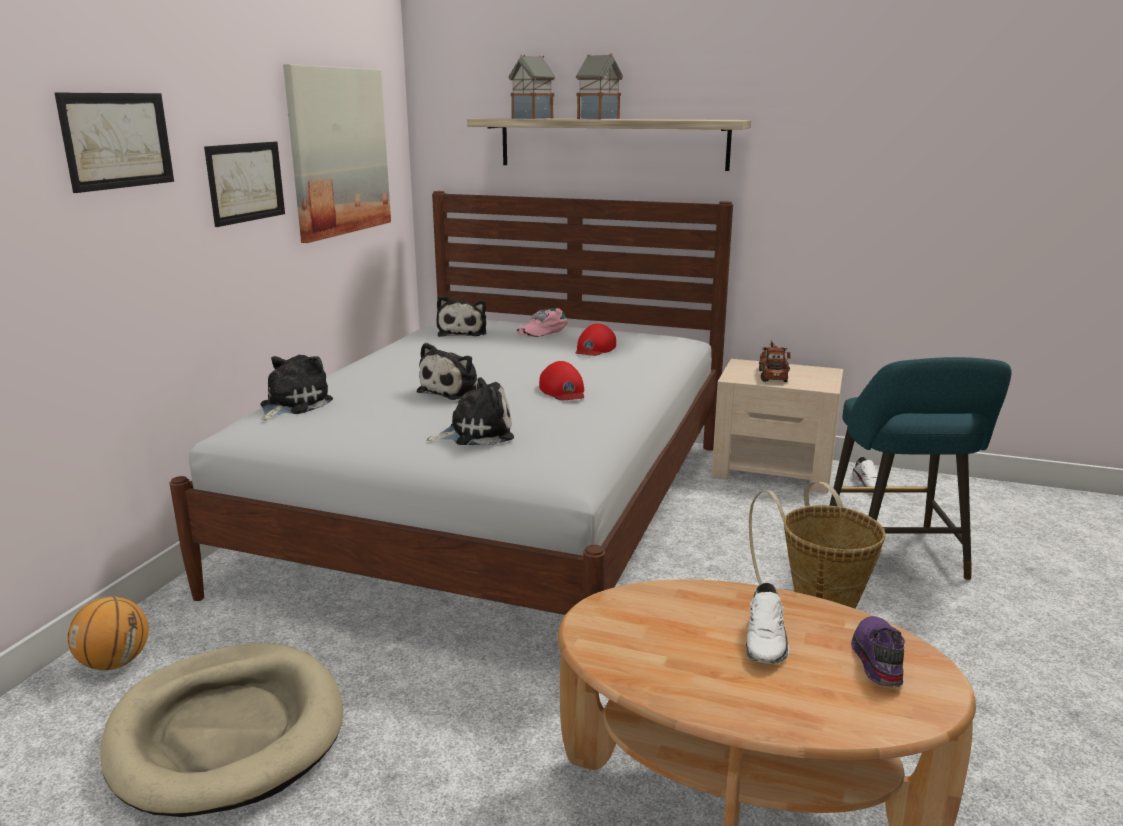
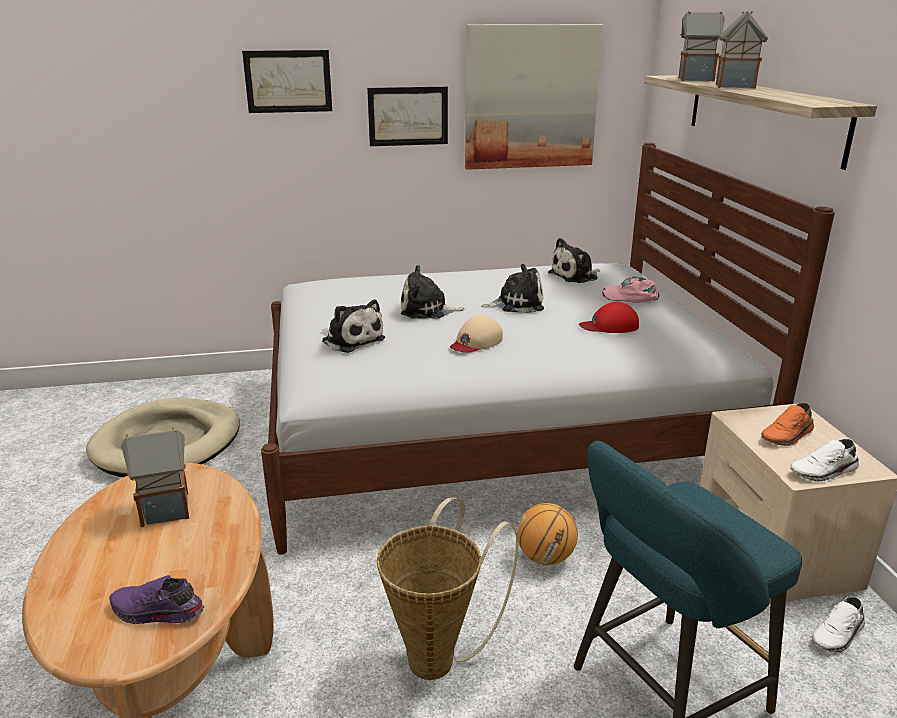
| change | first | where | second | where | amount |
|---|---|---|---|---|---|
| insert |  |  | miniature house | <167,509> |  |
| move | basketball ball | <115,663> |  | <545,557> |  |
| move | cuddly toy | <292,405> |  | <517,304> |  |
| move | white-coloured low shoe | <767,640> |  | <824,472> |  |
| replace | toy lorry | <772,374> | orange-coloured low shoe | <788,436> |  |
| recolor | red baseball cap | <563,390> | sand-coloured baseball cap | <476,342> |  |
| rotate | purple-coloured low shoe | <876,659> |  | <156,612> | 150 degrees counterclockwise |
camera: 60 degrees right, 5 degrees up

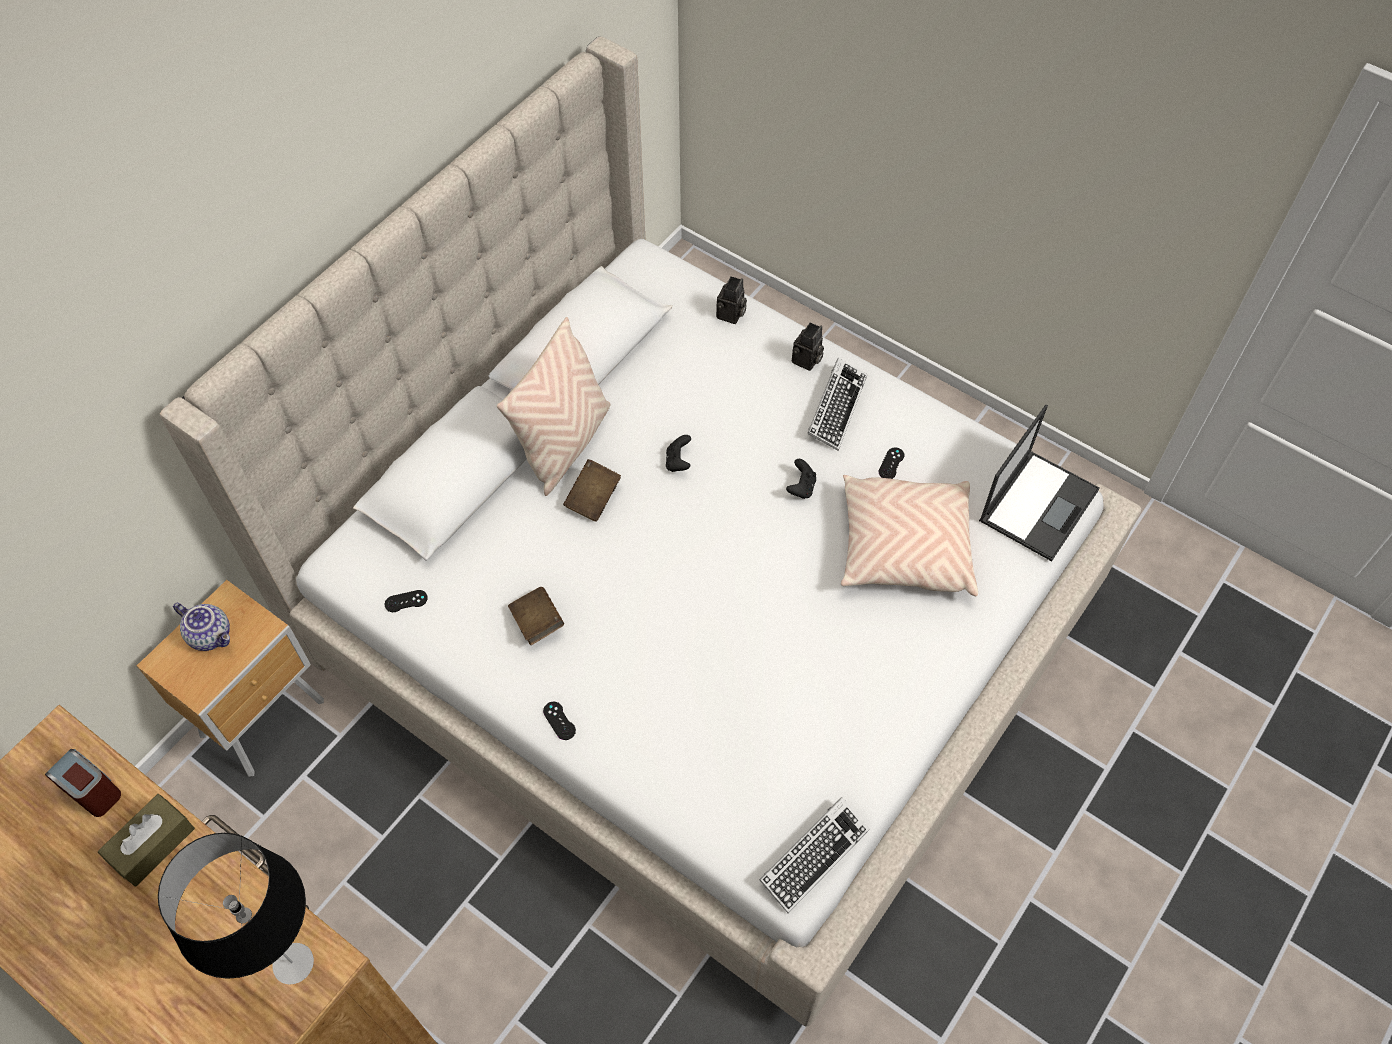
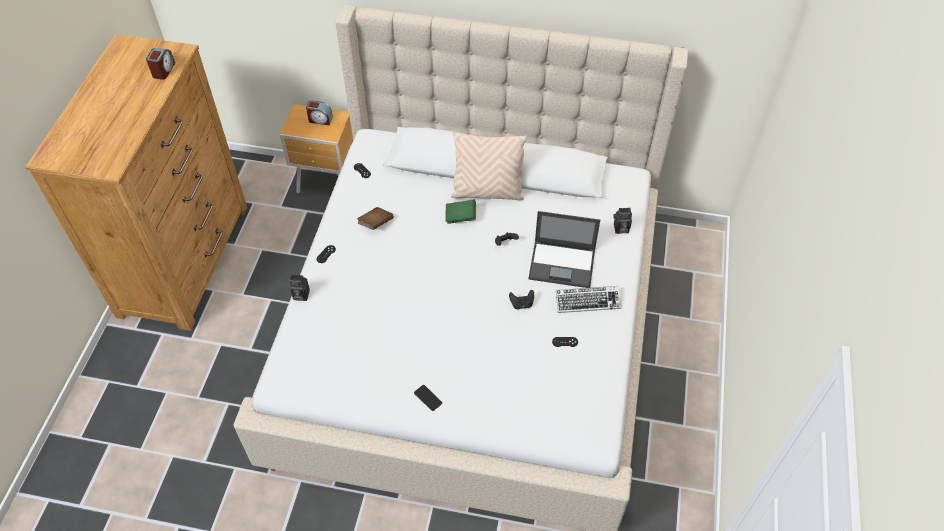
| change | first | where | second | where | amount |
|---|---|---|---|---|---|
| delete | brown box of tissues | <152,845> |  |  |  |
| delete | lamp for a table | <291,964> |  |  |  |
| delete | PC keyboard | <813,856> |  |  |  |
| delete | sand-coloured throw pillow | <904,547> |  |  |  |
| insert |  |  | phone | <428,398> |  |
| move | photo camera | <807,361> |  | <300,295> |  |
| move | laptop | <1039,504> |  | <563,264> |  |
| replace | teapot | <211,634> | table clock | <320,120> |  |
| recolor | brown bound book | <593,498> | green-coloured bound book | <460,217> |  |
camera: 65 degrees right, 5 degrees down

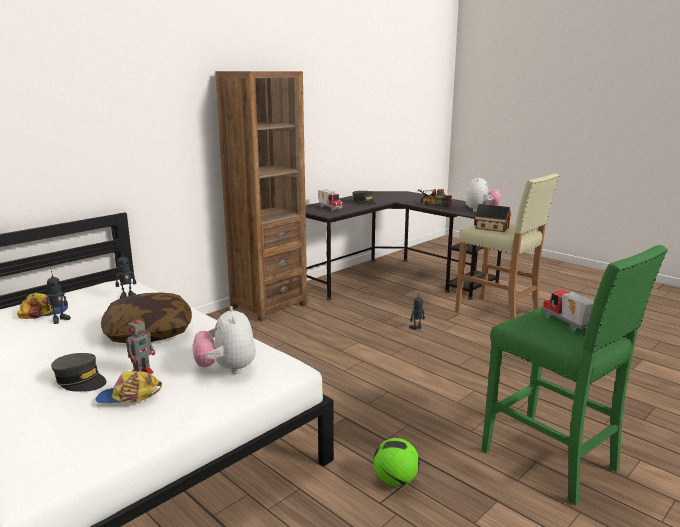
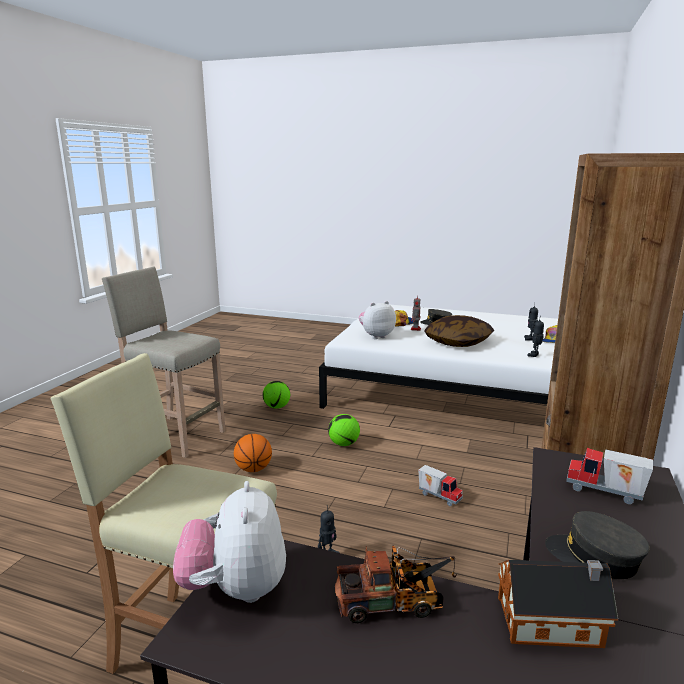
| change | first | where | second | where | amount |
|---|---|---|---|---|---|
| insert |  |  | basketball ball | <253,469> |  |
| insert |  |  | ball for football | <343,444> |  |
| move | miniature house | <490,228> |  | <553,622> |  |
| move | toy lorry | <565,323> |  | <439,496> |  |
| recolor | green-coloured stool seat | <551,461> | sand-coloured stool seat | <176,435> |  |
| rotate | cuddly toy | <227,369> |  | <376,336> | 75 degrees counterclockwise |
camera: 155 degrees right, 0 degrees up

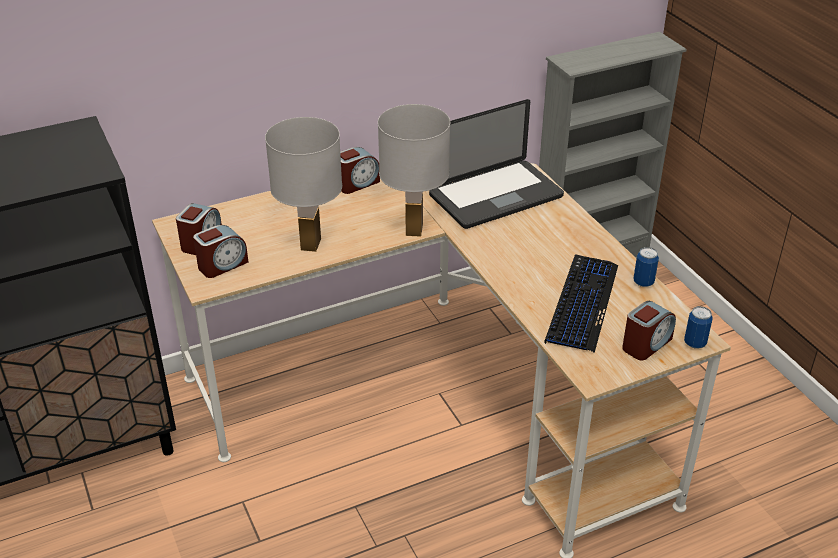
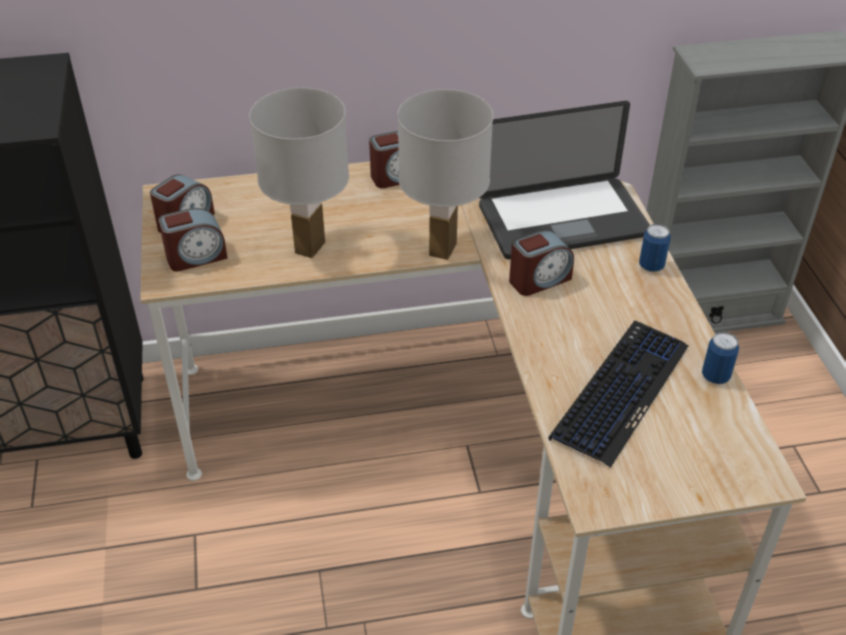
| change | first | where | second | where | amount |
|---|---|---|---|---|---|
| move | table clock | <646,344> |  | <539,280> |  |
| move | metal can | <695,343> |  | <651,266> |  |
camera: 15 degrees right, 5 degrees up

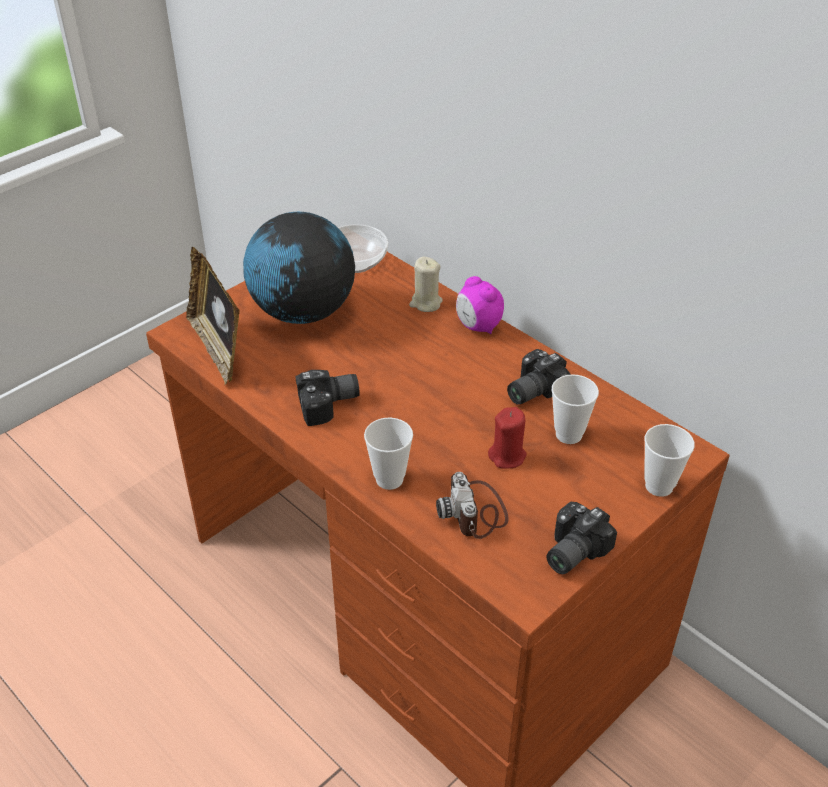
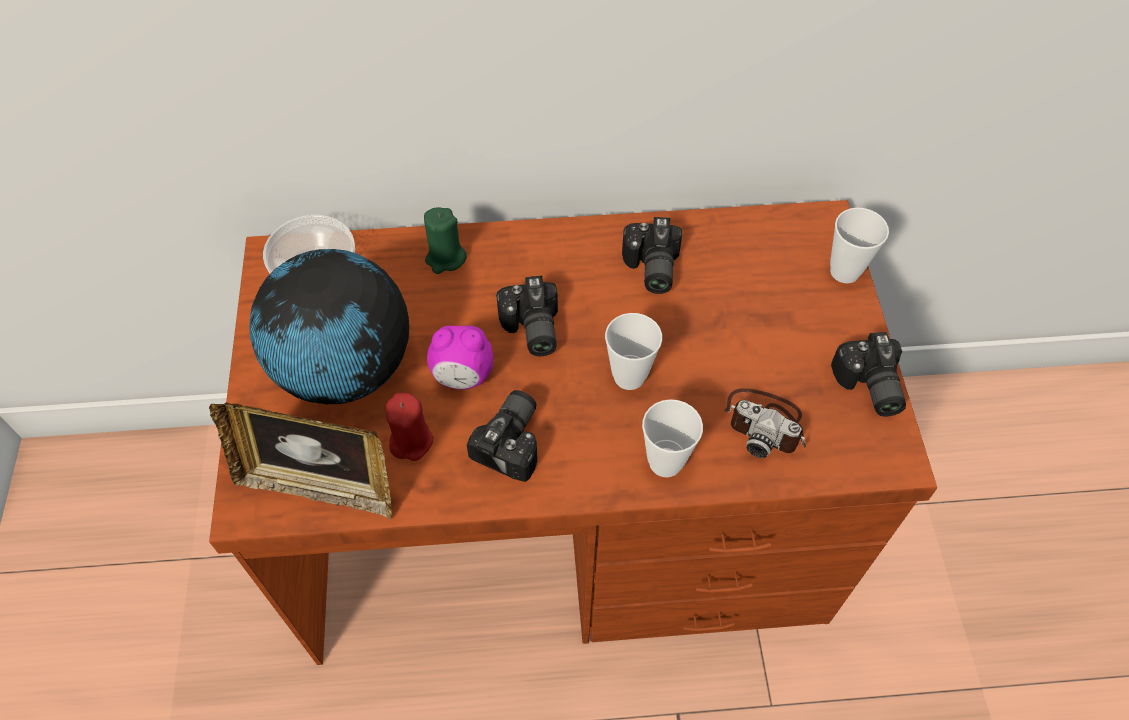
| change | first | where | second | where | amount |
|---|---|---|---|---|---|
| insert |  |  | photo camera | <530,330> |  |
| move | table clock | <478,327> |  | <463,376> |  |
| move | red wax candle | <507,456> |  | <411,441> |  |
| move | small cup | <568,434> |  | <629,376> |  |
| recolor | sand-coloured wax candle | <425,303> | green-coloured wax candle | <445,258> |  |
camera: 50 degrees left, 15 degrees up

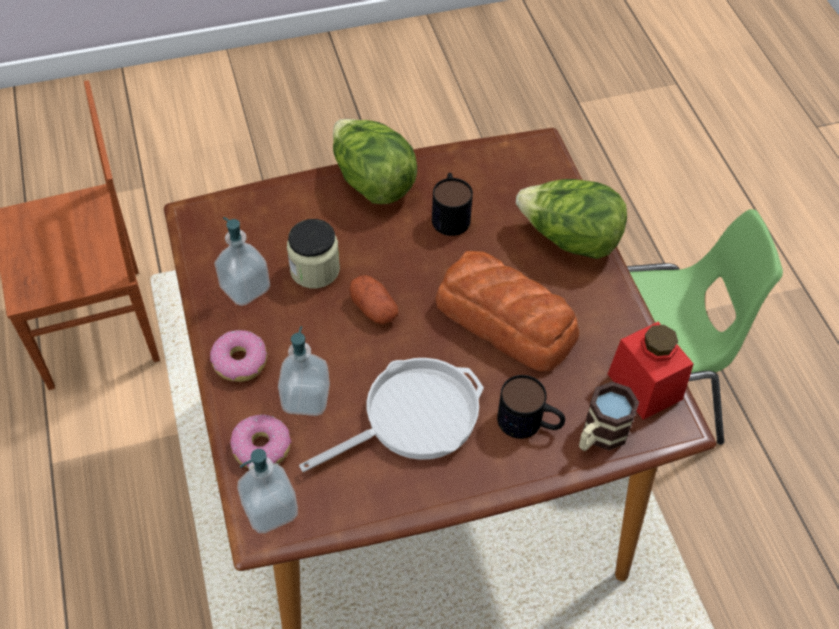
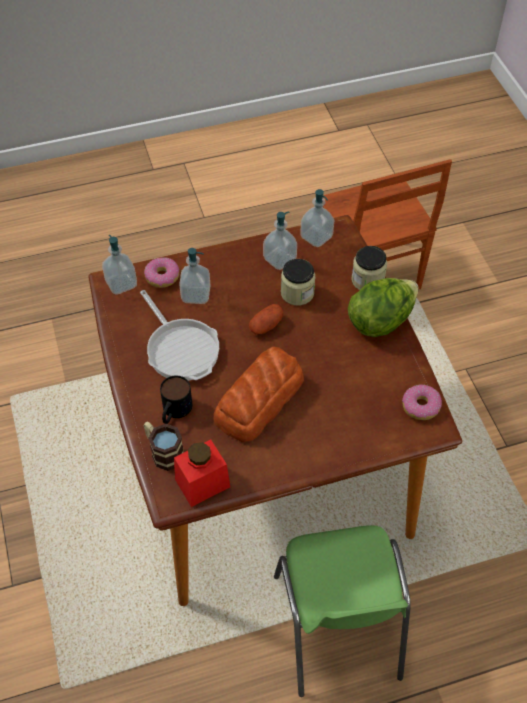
| change | first | where | second | where | amount |
|---|---|---|---|---|---|
| delete | mug | <450,213> |  |  |  |
| delete | lettuce head | <569,240> |  |  |  |
| insert |  |  | liquid soap bottle | <316,237> |  |
| insert |  |  | storage jar | <367,280> |  |
| move | ring doughnut | <239,361> |  | <420,406> |  |
camera: 90 degrees right, 0 degrees up

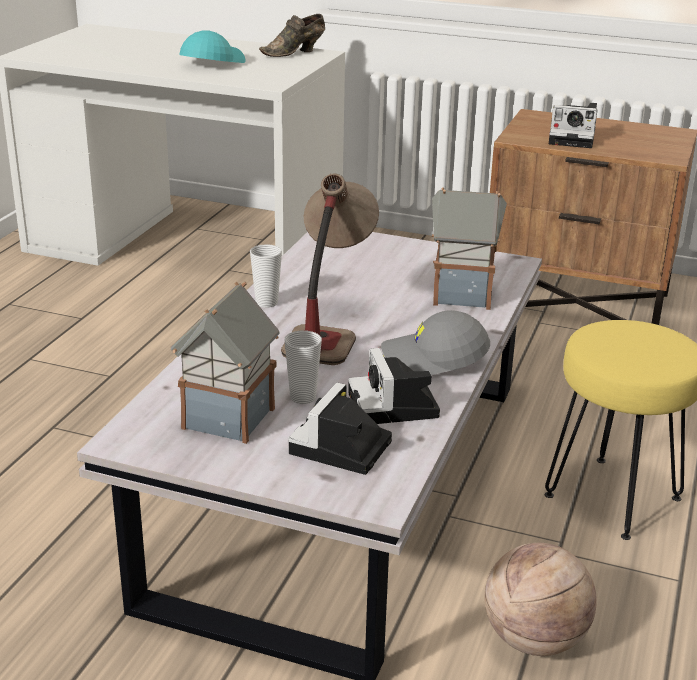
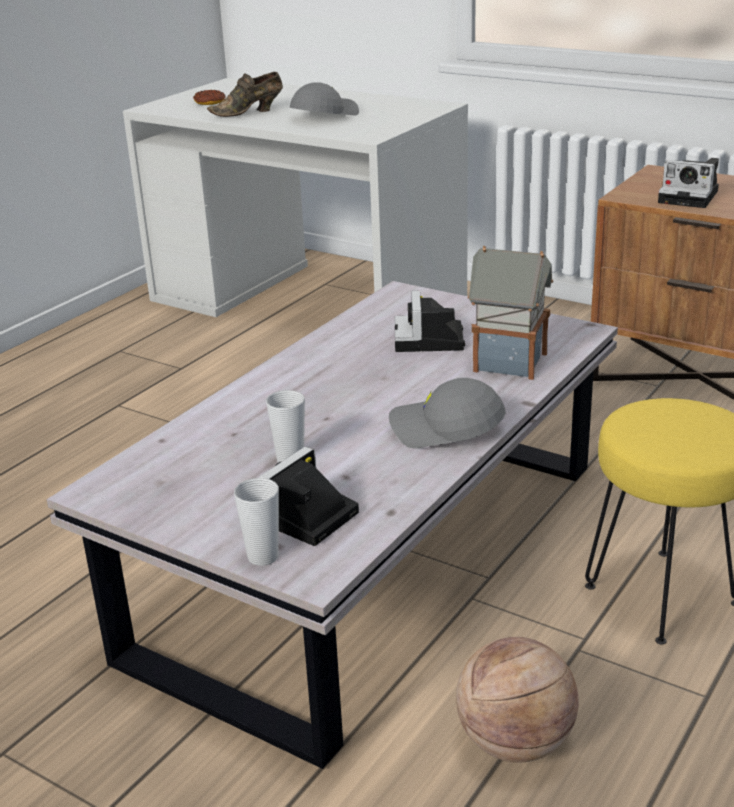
| change | first | where | second | where | amount |
|---|---|---|---|---|---|
| delete | miniature house | <228,420> |  |  |  |
| delete | lamp for a table | <328,330> |  |  |  |
| insert |  |  | ring doughnut | <209,102> |  |
| move | small cup | <266,303> |  | <263,557> |  |
| move | brown low shoe | <295,53> |  | <249,112> |  |
| move | photo camera | <395,407> |  | <430,341> |  |
| recolor | blue-green baseball cap | <211,63> | grey baseball cap | <324,115> |  |
camera: 15 degrees right, 0 degrees up

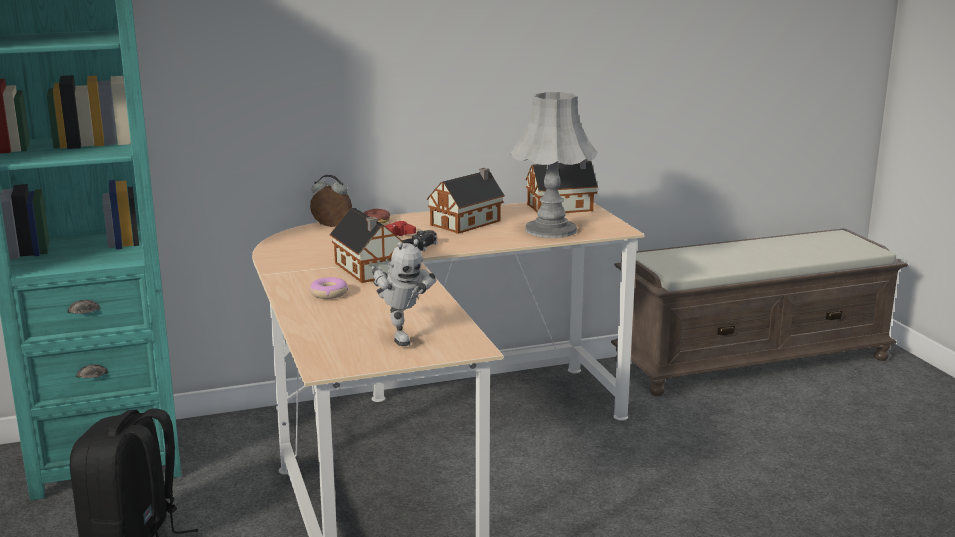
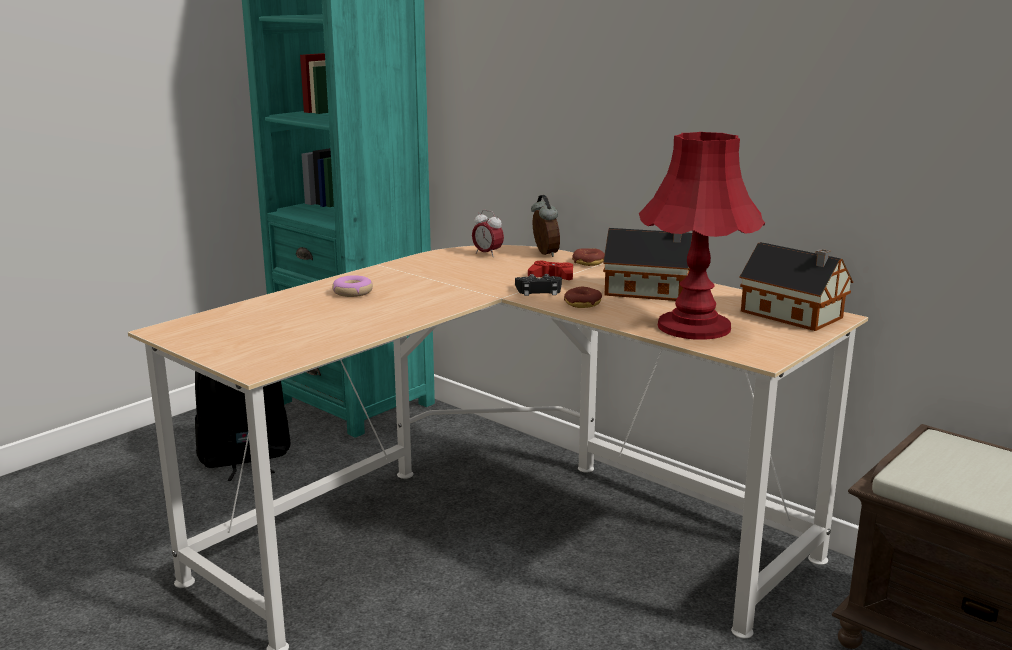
| change | first | where | second | where | amount |
|---|---|---|---|---|---|
| delete | miniature house | <369,270> |  |  |  |
| delete | model robot | <401,336> |  |  |  |
| insert |  |  | table clock | <487,254> |  |
| insert |  |  | ring doughnut | <583,303> |  |
| recolor | grey lamp for a table | <551,230> | red lamp for a table | <694,327> |  |
camera: 60 degrees right, 0 degrees up

